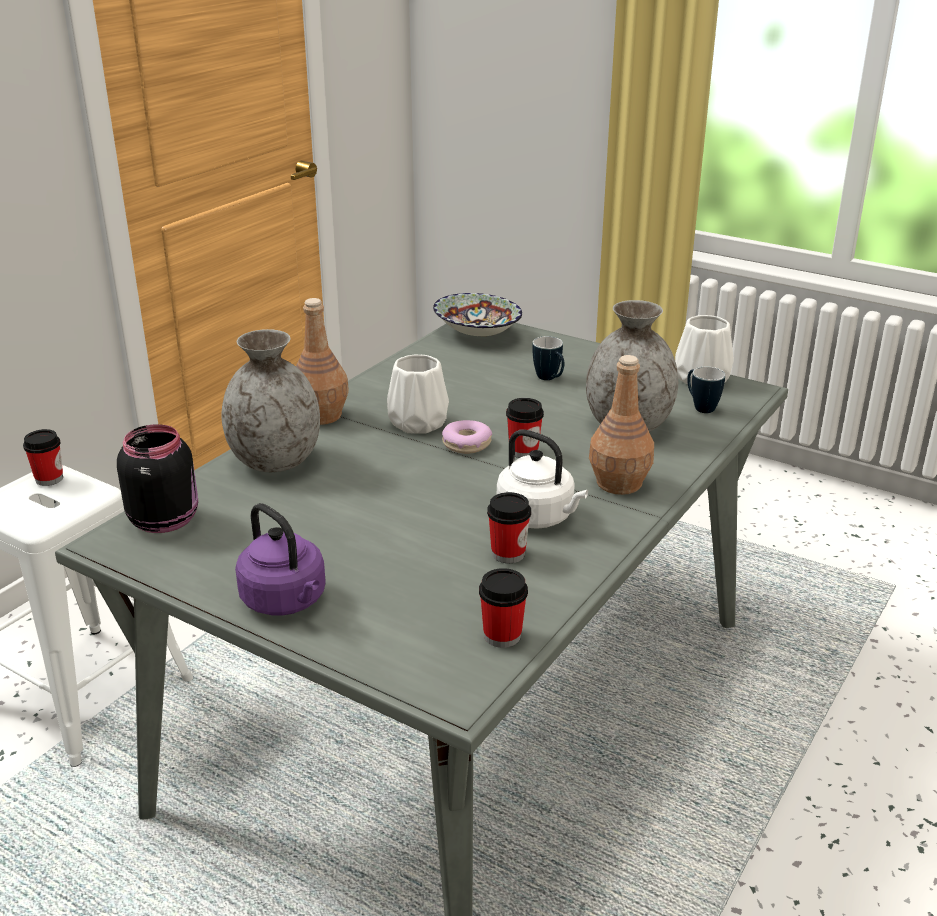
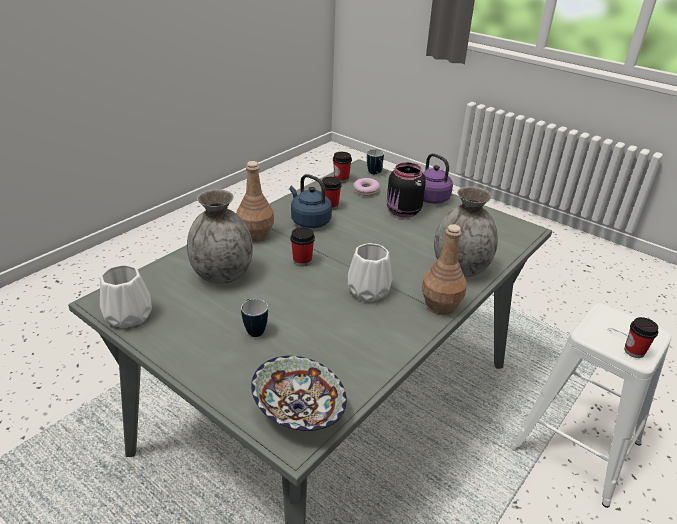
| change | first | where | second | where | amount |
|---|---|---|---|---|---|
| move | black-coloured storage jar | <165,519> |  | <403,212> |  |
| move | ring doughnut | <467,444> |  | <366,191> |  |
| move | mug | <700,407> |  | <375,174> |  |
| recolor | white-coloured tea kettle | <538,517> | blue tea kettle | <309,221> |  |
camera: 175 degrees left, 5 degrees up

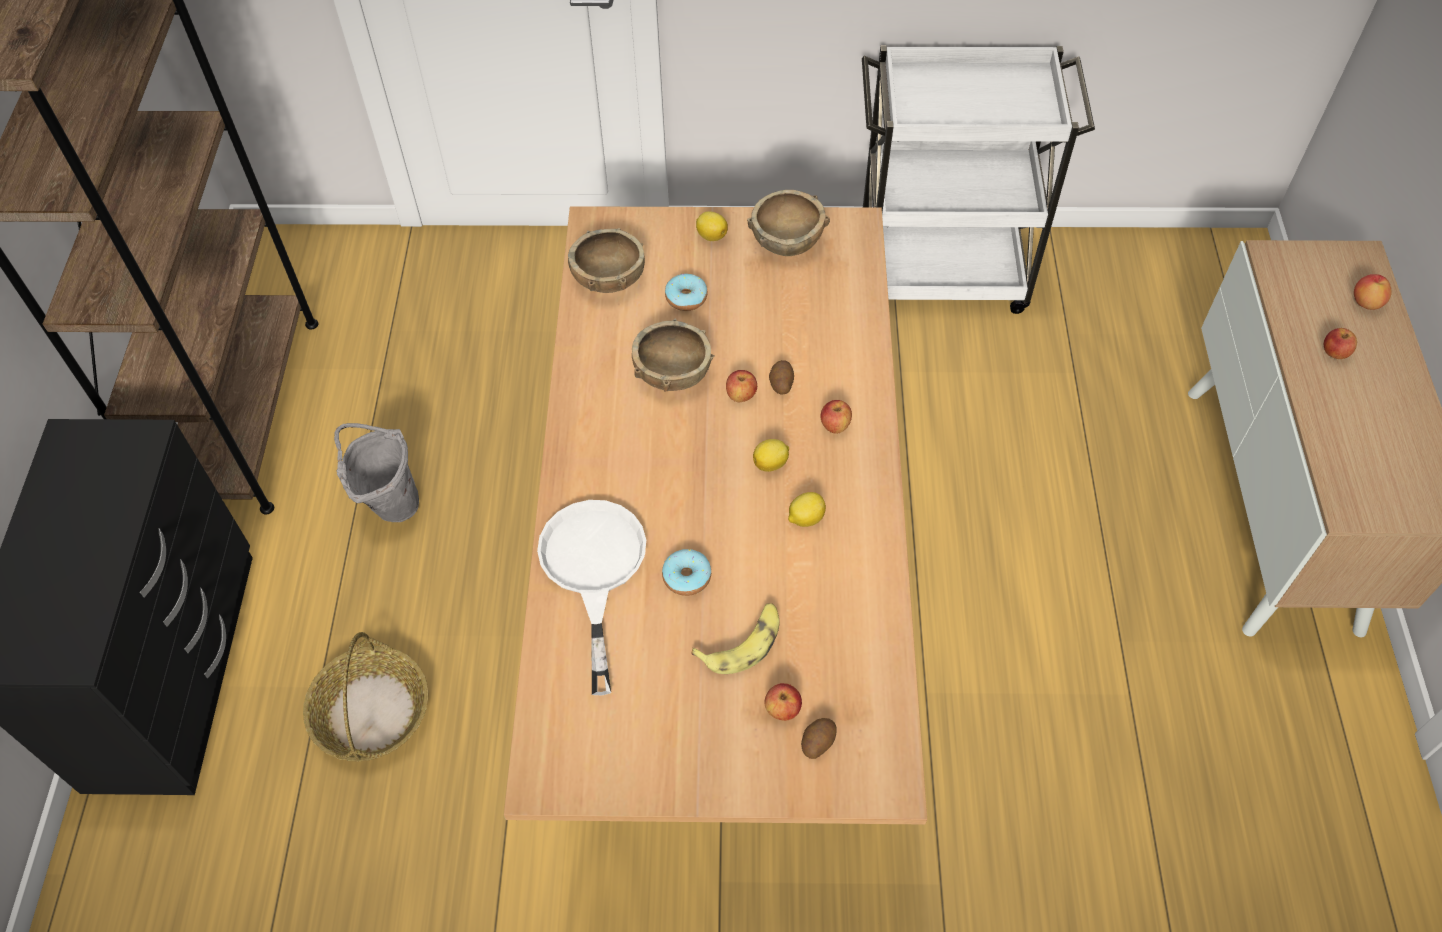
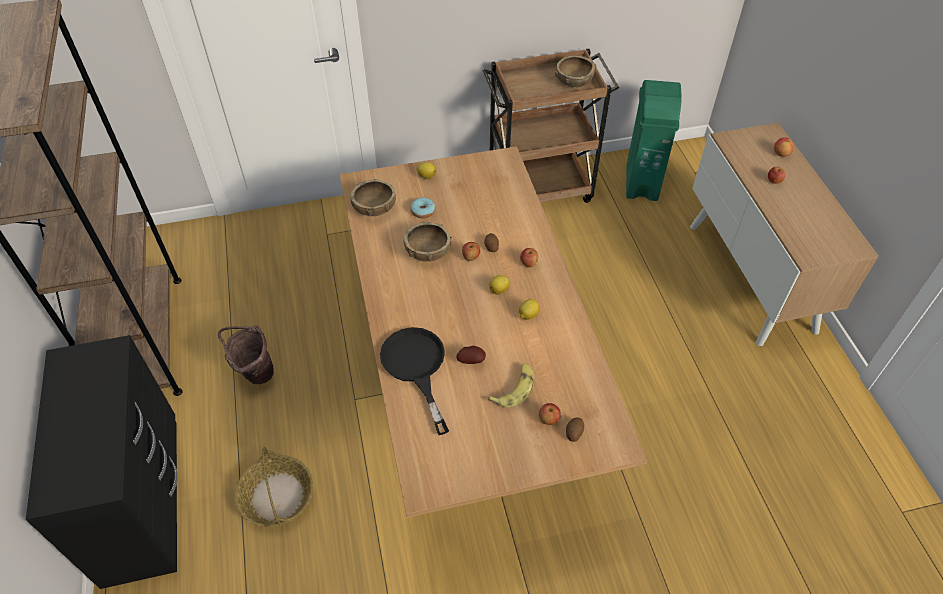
| change | first | where | second | where | amount |
|---|---|---|---|---|---|
| insert |  |  | green-coloured waste bin | <642,182> |  |
| move | brown serving bowl | <787,239> |  | <574,81> |  |
| replace | ring doughnut | <687,577> | potato | <471,360> |  |
| recolor | grey water bucket | <389,503> | brown water bucket | <254,373> |  |
| recolor | white-coloured pan | <593,571> | black-coloured pan | <416,368> |  |
| recolor | white-coloured cart | <941,273> | brown cart | <540,188> |  |
camera: 15 degrees left, 5 degrees down

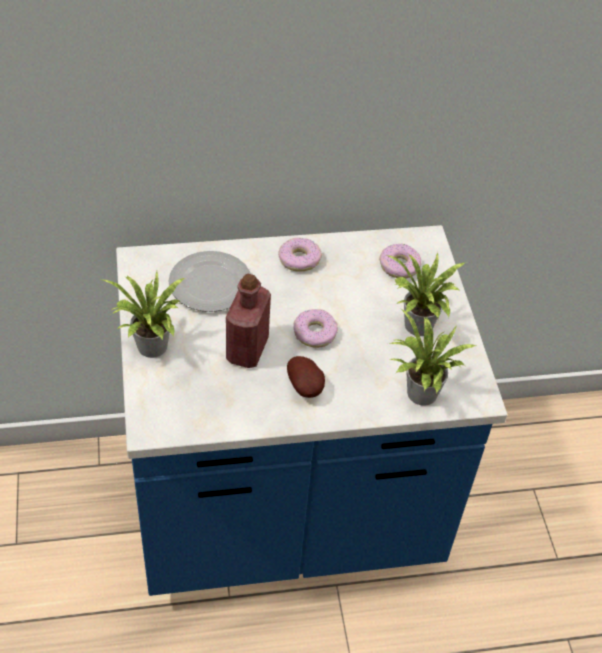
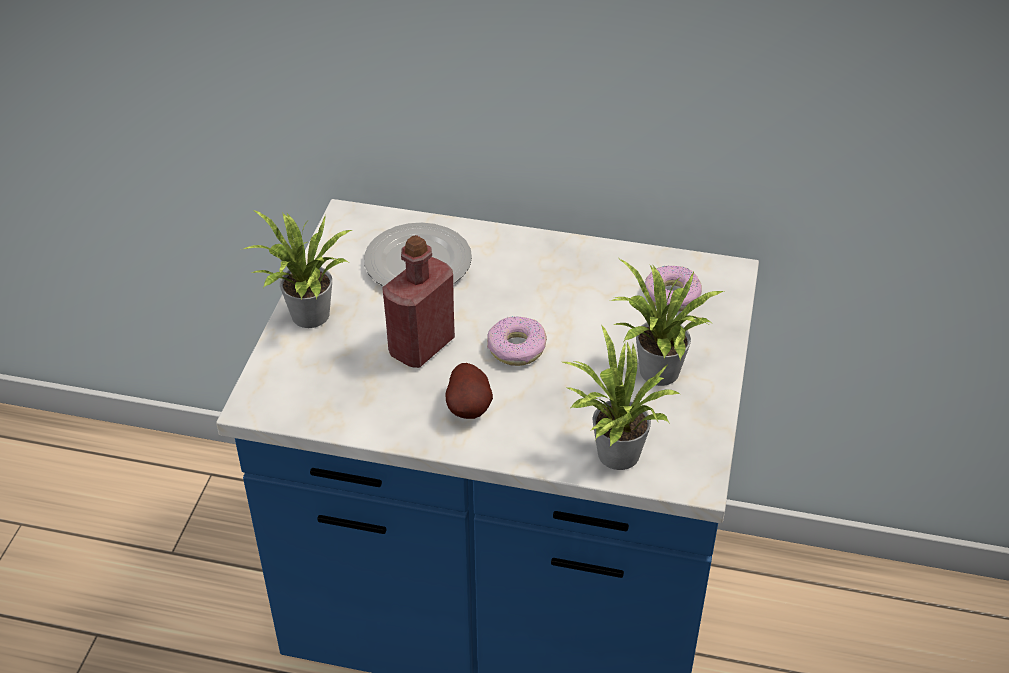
| change | first | where | second | where | amount |
|---|---|---|---|---|---|
| delete | ring doughnut | <299,259> |  |  |  |
camera: 25 degrees right, 5 degrees down

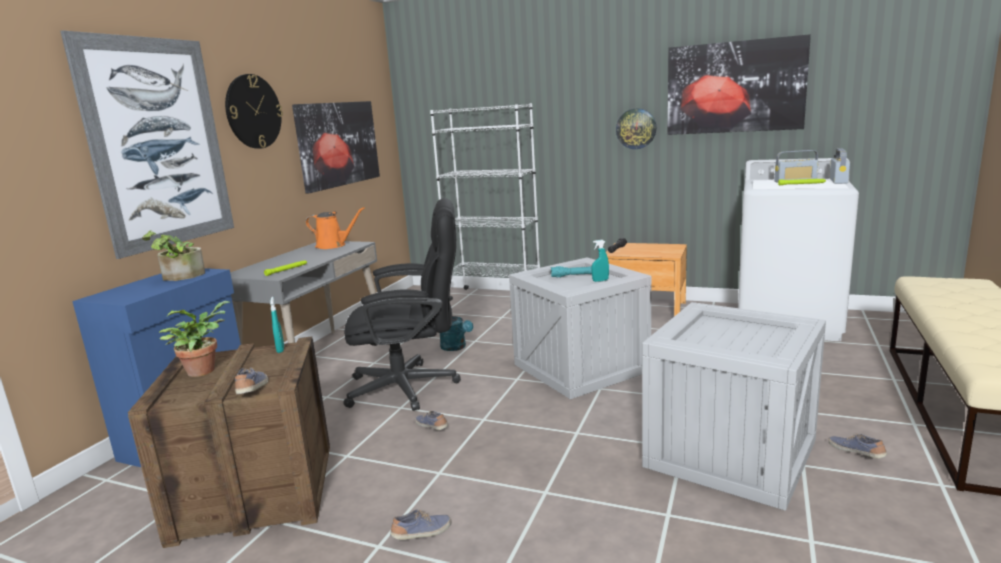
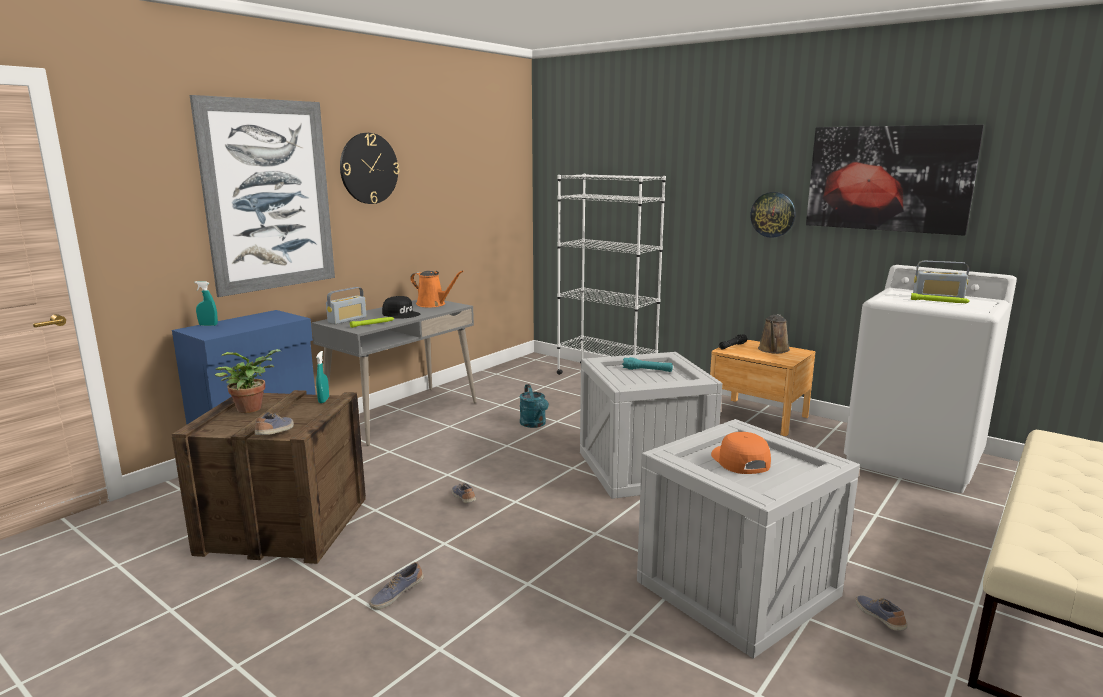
| change | first | where | second | where | amount |
|---|---|---|---|---|---|
| delete | houseplant | <180,277> |  |  |  |
| delete | picture | <338,144> |  |  |  |
| delete | black-coloured office chair | <413,386> |  |  |  |
| insert |  |  | black-coloured baseball cap | <401,314> |  |
| insert |  |  | orange-coloured baseball cap | <739,460> |  |
| insert |  |  | brown sprinkling can | <773,350> |  |
| move | blue-green spray bottle | <600,281> |  | <208,325> |  |
| move | radio set | <838,181> |  | <347,320> |  |
| rotate | low shoe | <422,534> |  | <396,594> | 150 degrees clockwise |
camera: 15 degrees right, 0 degrees up

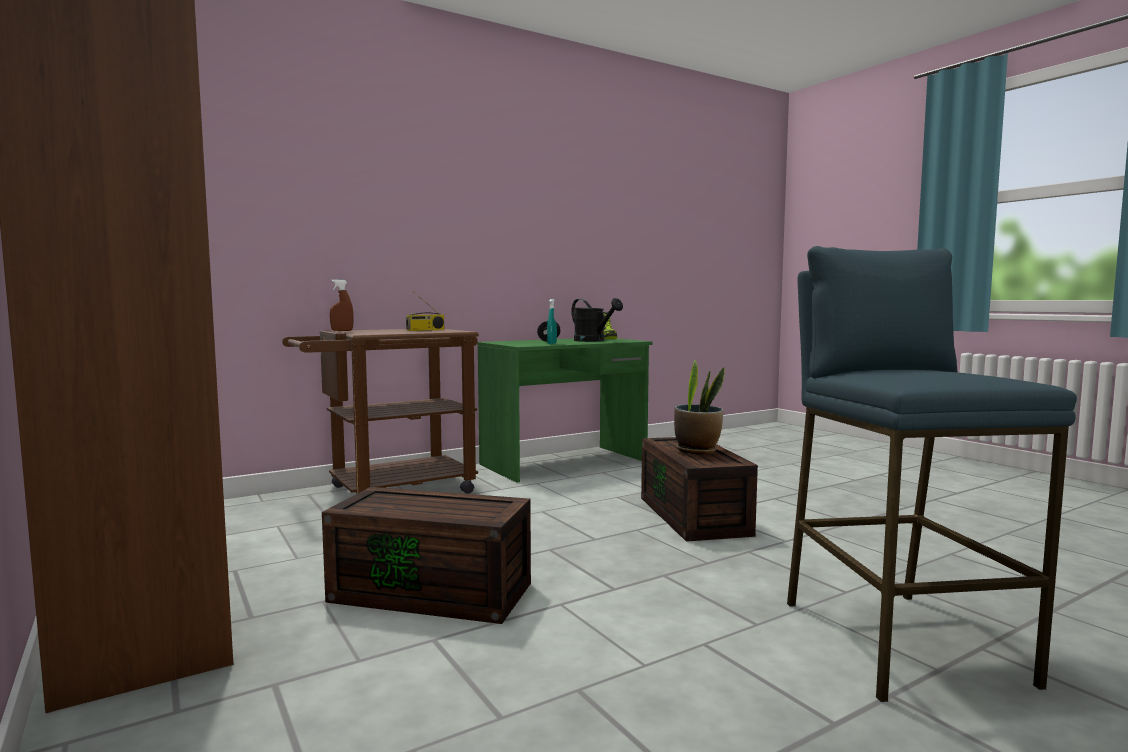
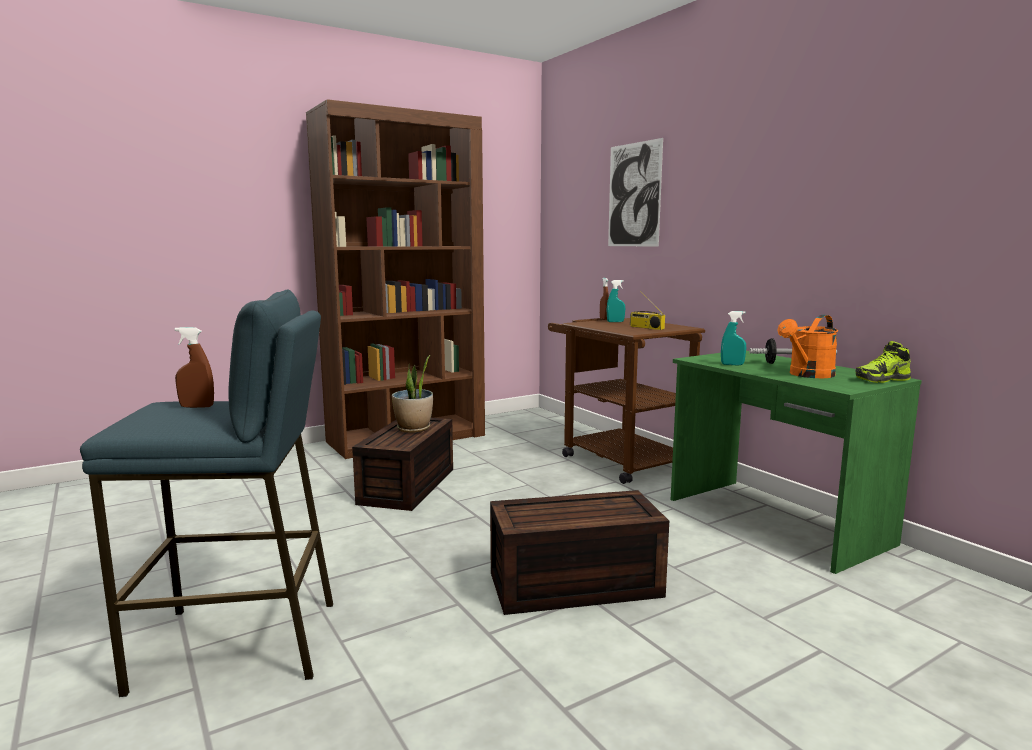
| change | first | where | second | where | amount |
|---|---|---|---|---|---|
| insert |  |  | brown spray bottle | <197,406> |  |
| insert |  |  | blue-green spray bottle | <615,322> |  |
| insert |  |  | picture | <634,195> |  |
| move | houseplant | <697,450> |  | <414,429> |  |
| recolor | black-coloured sprinkling can | <593,341> | orange-coloured sprinkling can | <807,375> |  |
camera: 90 degrees right, 5 degrees up

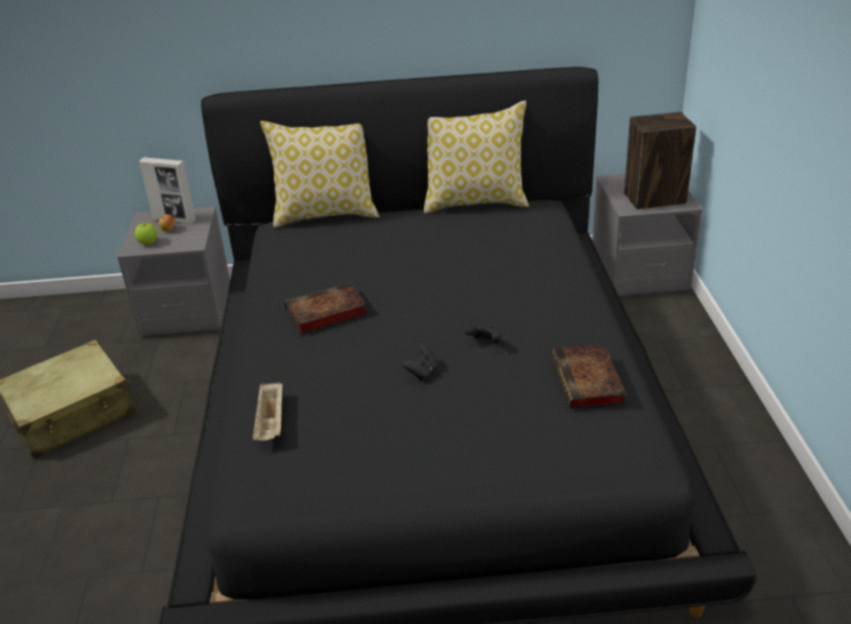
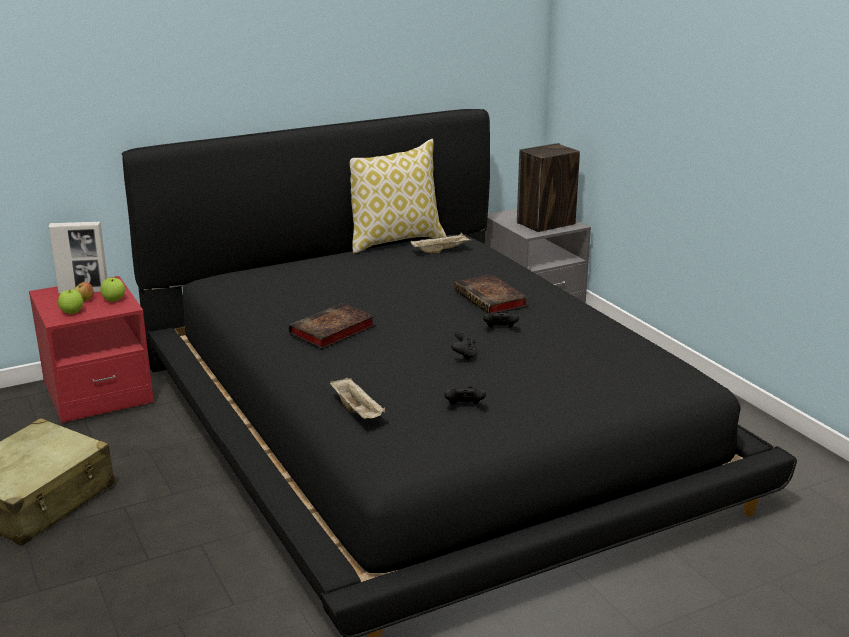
| change | first | where | second | where | amount |
|---|---|---|---|---|---|
| delete | throw pillow | <326,214> |  |  |  |
| insert |  |  | whole apple | <114,300> |  |
| insert |  |  | sand-coloured serving tray | <441,251> |  |
| insert |  |  | black-coloured joypad | <464,407> |  |
| move | bound book | <589,382> |  | <492,299> |  |
| recolor | grey bedside table | <187,309> | red bedside table | <97,393> |  |
camera: 25 degrees left, 10 degrees down

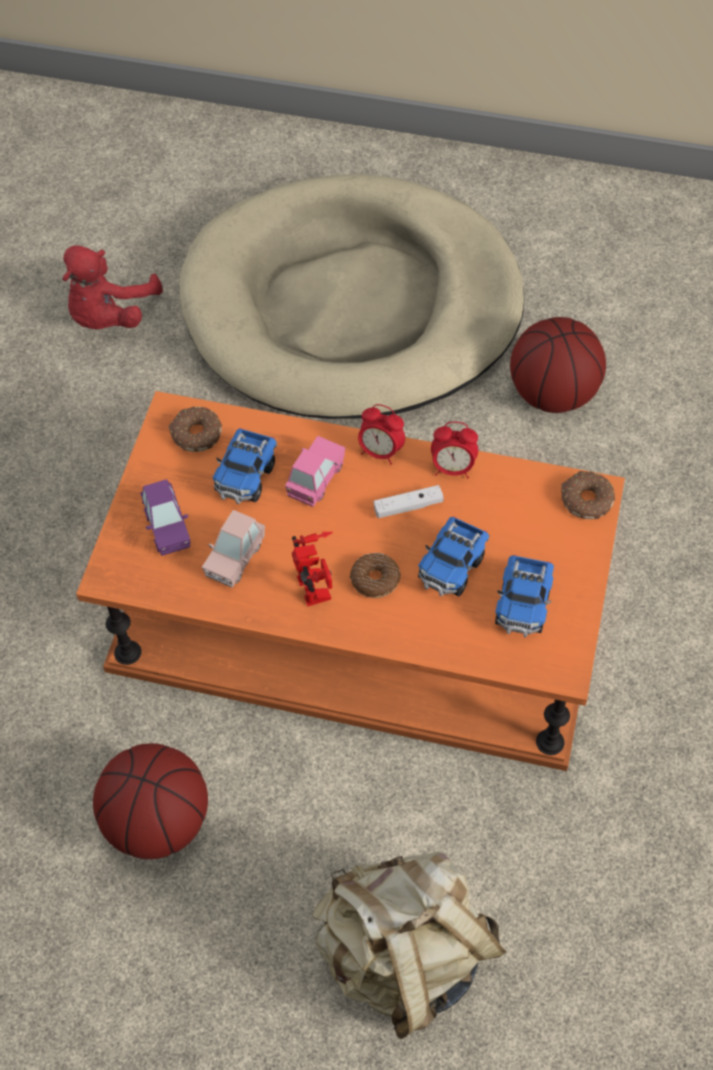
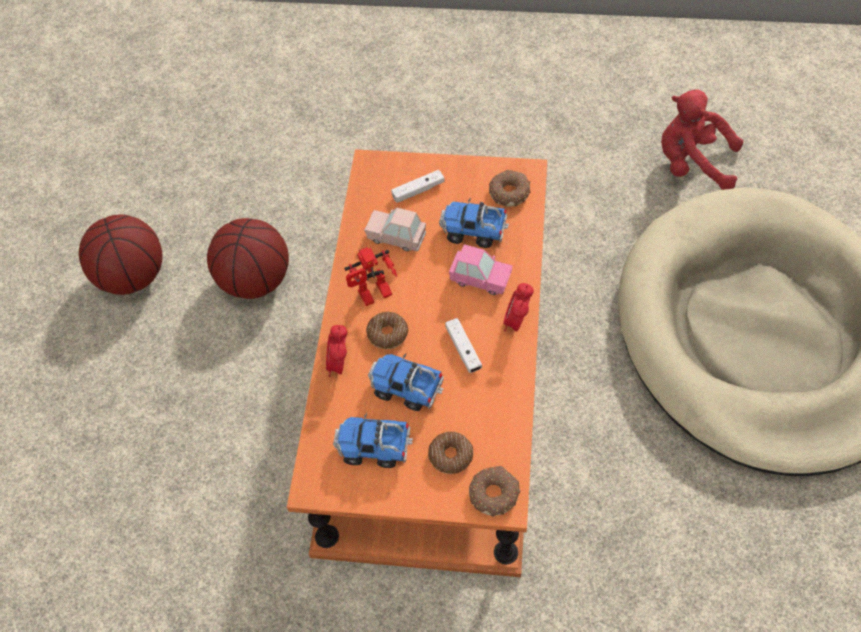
| change | first | where | second | where | amount |
|---|---|---|---|---|---|
| delete | sand-coloured backpack | <405,955> |  |  |  |
| insert |  |  | ring doughnut | <450,456> |  |
| move | table clock | <453,468> |  | <339,364> |  |
| move | basketball ball | <552,393> |  | <133,276> |  |
| replace | purple-coloured miniature car | <167,527> | white-coloured joypad | <418,190> |  |
camera: 85 degrees right, 0 degrees up

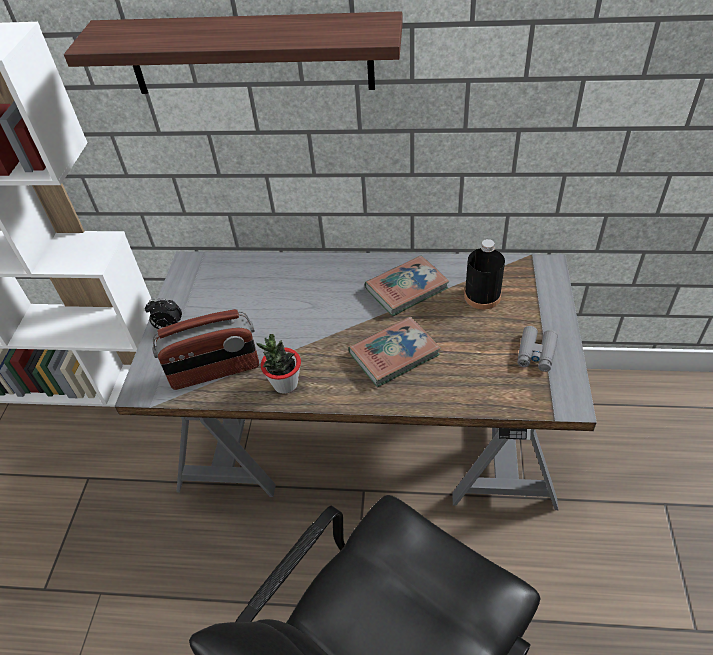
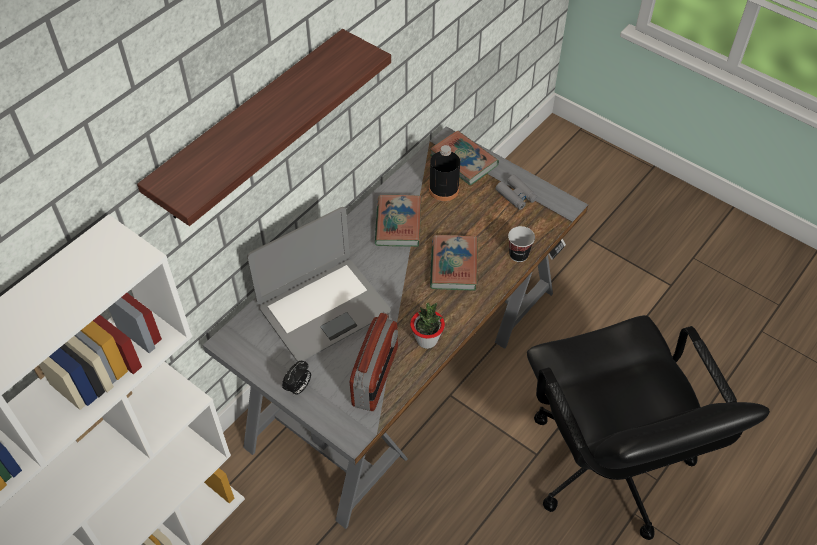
| change | first | where | second | where | amount |
|---|---|---|---|---|---|
| insert |  |  | laptop | <323,309> |  |
| insert |  |  | bound book | <463,160> |  |
| insert |  |  | small cup | <518,255> |  |
camera: 60 degrees left, 5 degrees up

